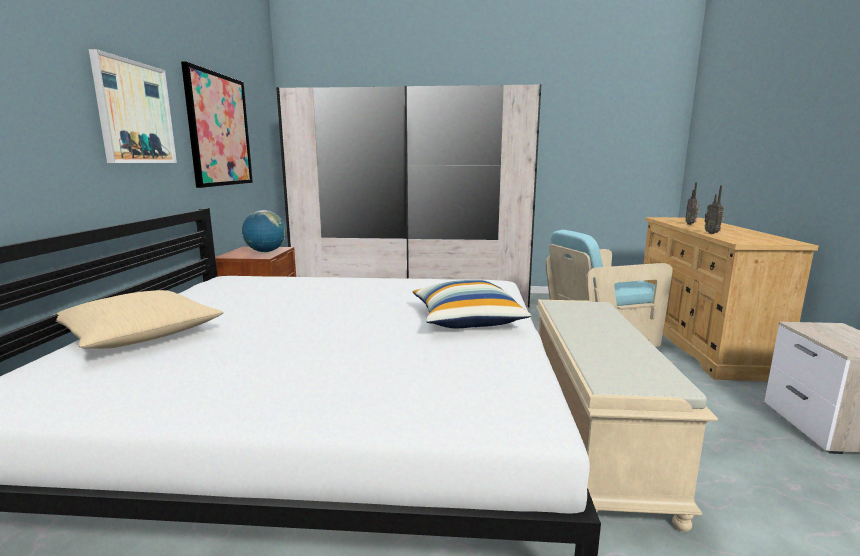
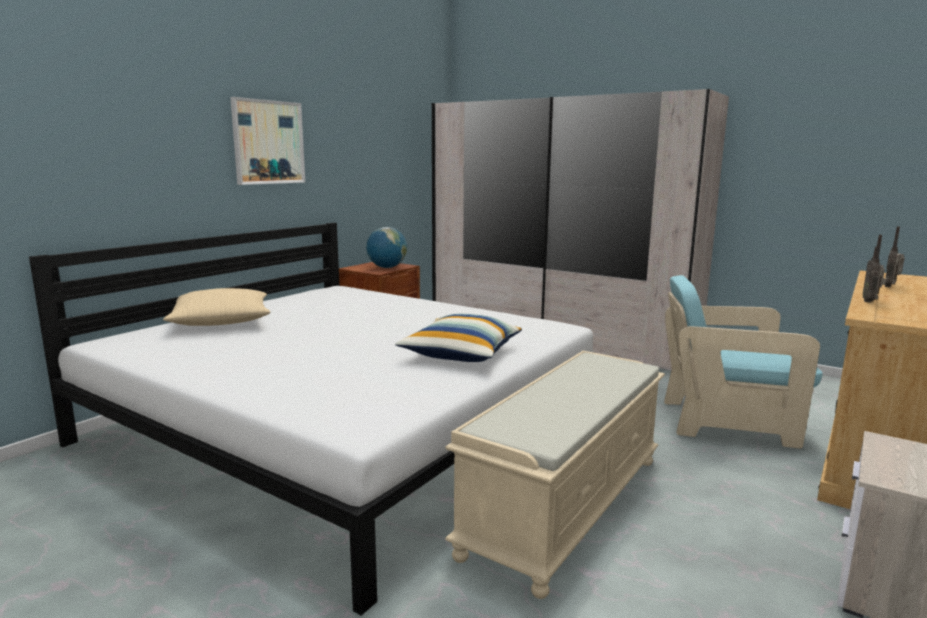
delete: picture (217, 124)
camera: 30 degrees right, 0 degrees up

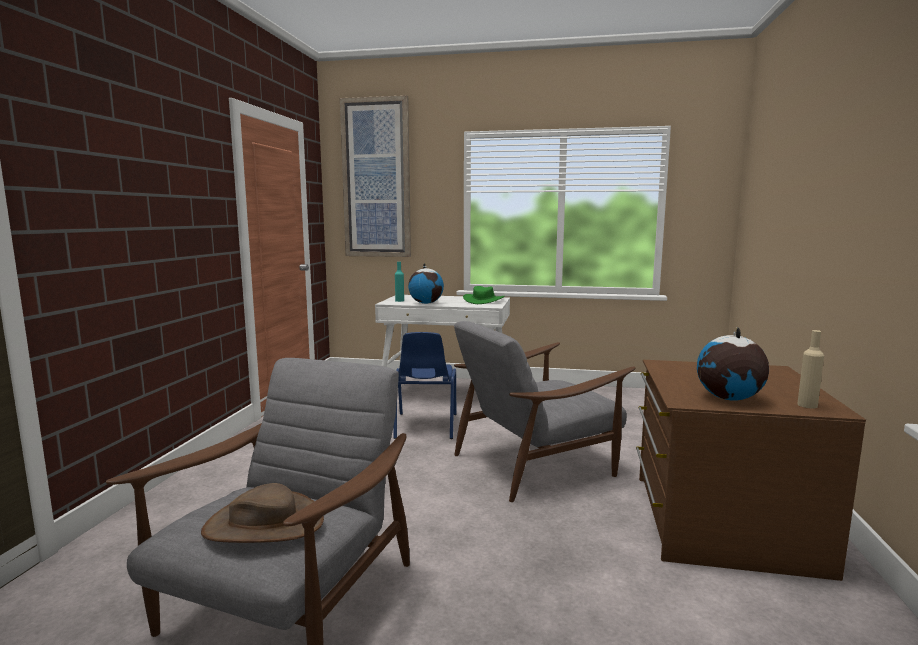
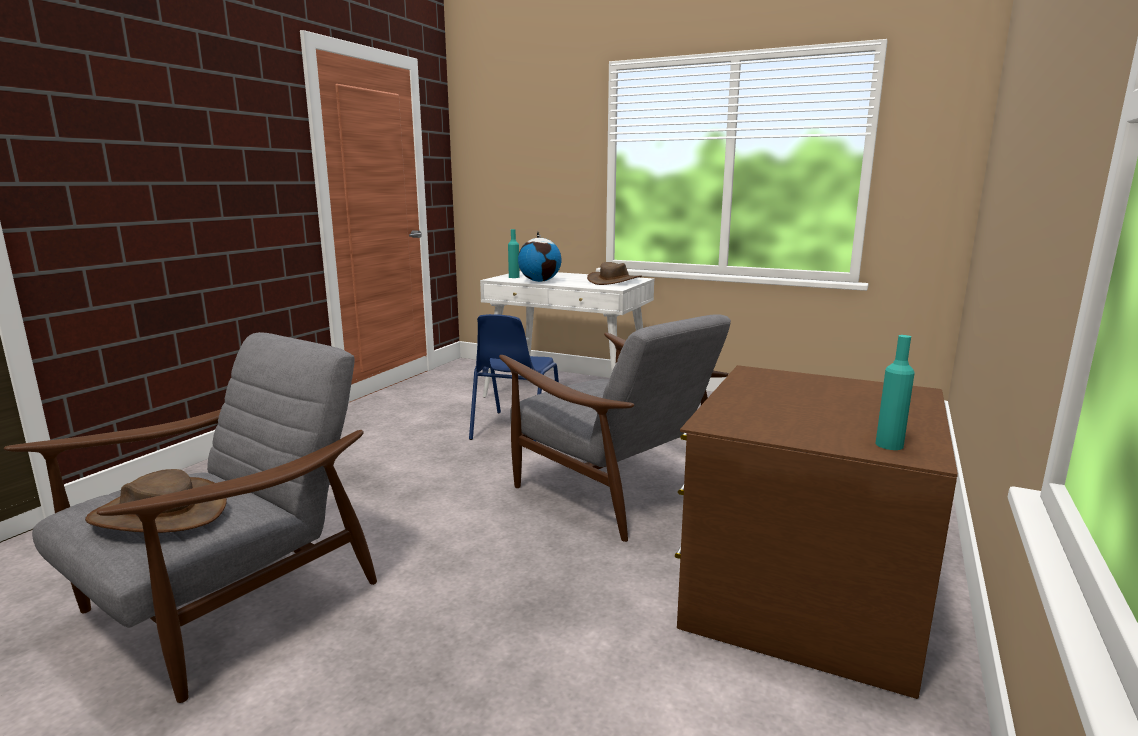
delete: picture (375, 176); globe (733, 364)
recolor: wearable hat (greenish) (484, 295) to wearable hat (brown-coloured) (614, 273); beverage bottle (beige) (810, 369) to beverage bottle (turquoise) (895, 392)
rotate: easy chair (grey) (545, 411) = (615, 428) 120 degrees counterclockwise
camera: 15 degrees right, 5 degrees up

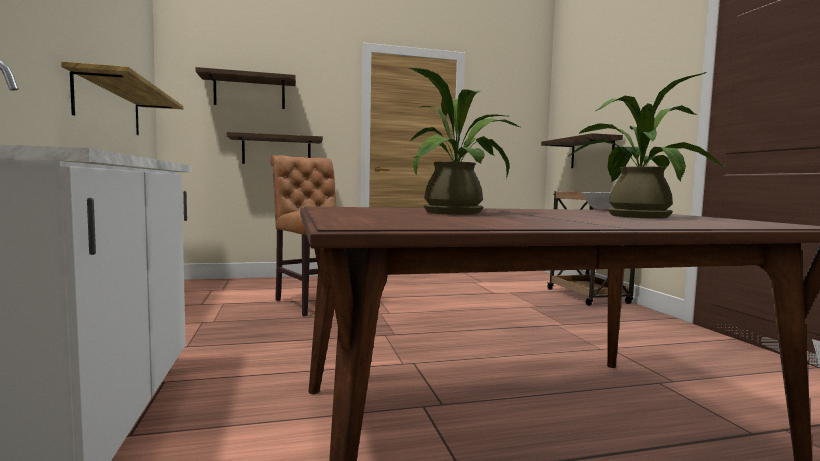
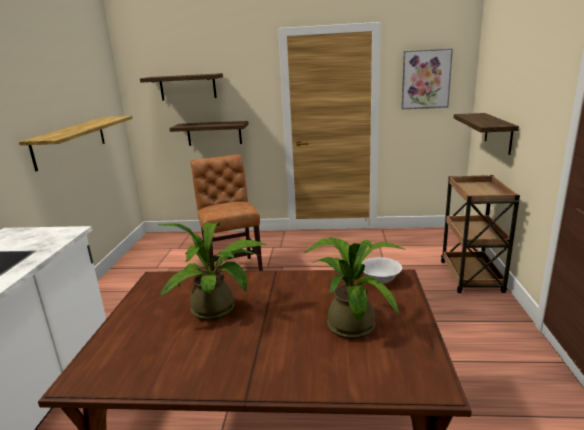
insert: picture (427, 79)
camera: 20 degrees right, 15 degrees up

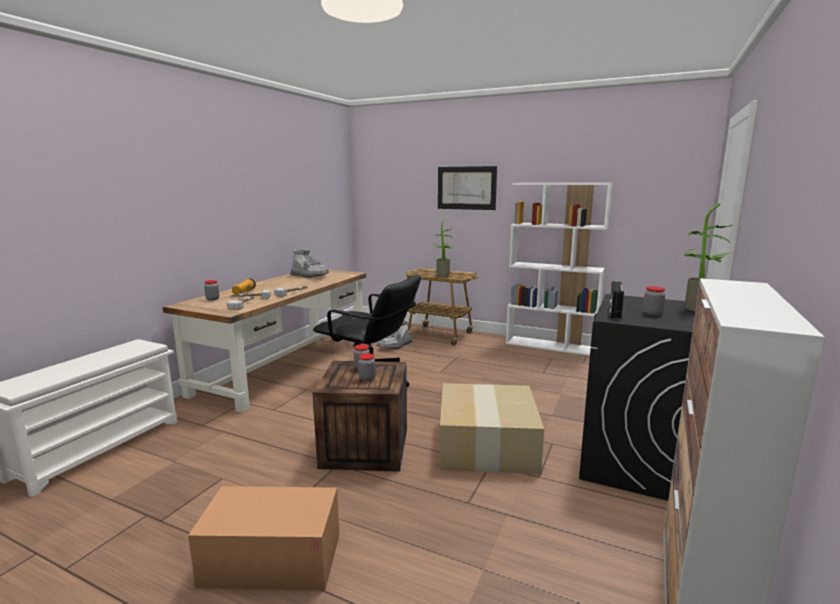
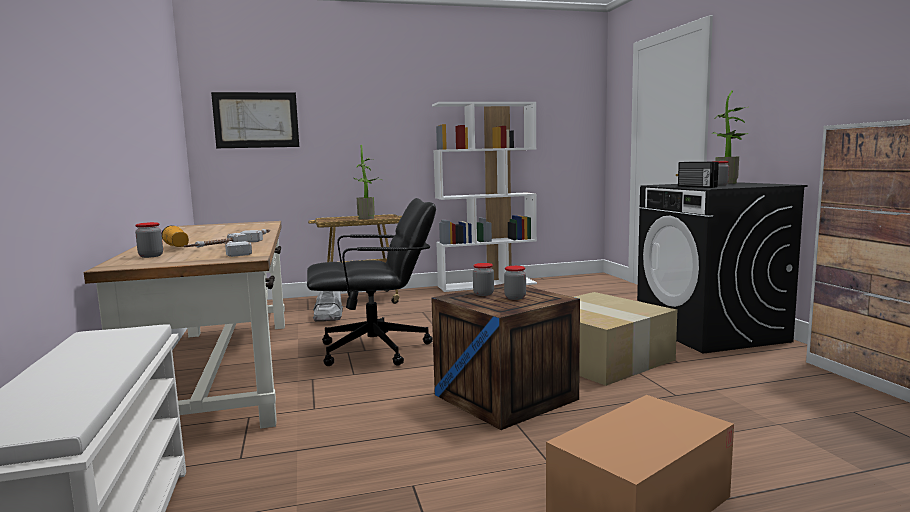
delete: tall boot (grey) (309, 263)
move: picture (467, 188) to (255, 120)
camera: 40 degrees left, 5 degrees down

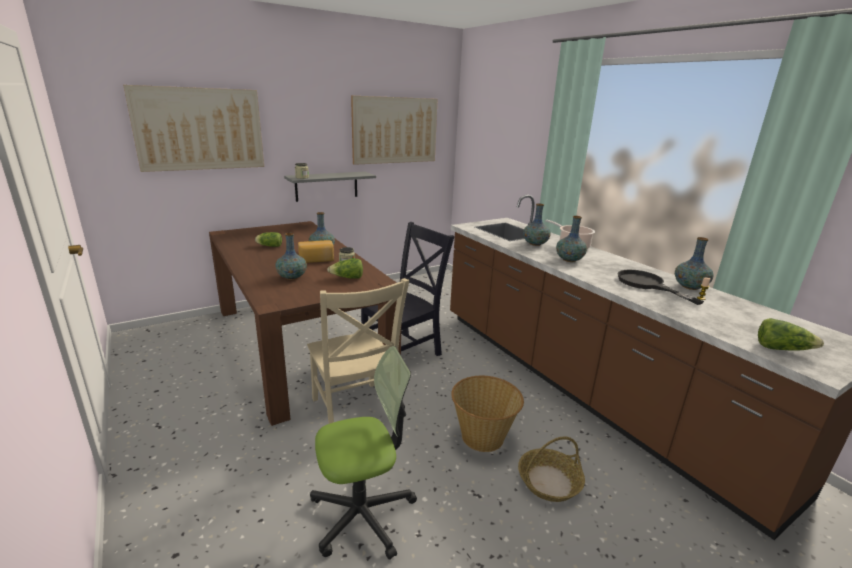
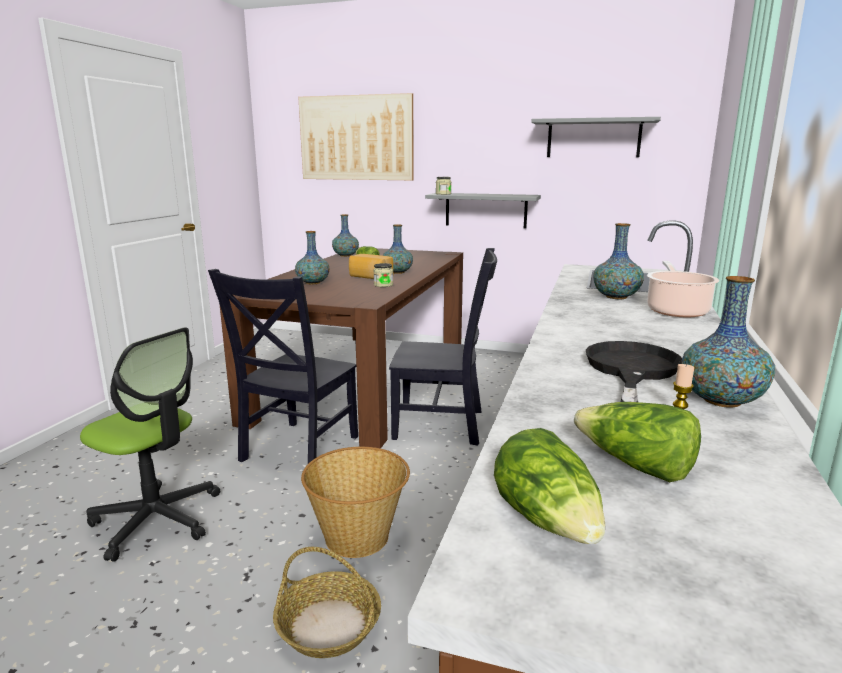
move: decorative vase (571, 239) to (345, 235); head of lettuce (345, 269) to (637, 442)
replace: picture (394, 130) to shelf (grey) (596, 137)
recolor: chair (beige) (358, 351) to chair (black) (283, 366)
camera: 50 degrees right, 5 degrees down

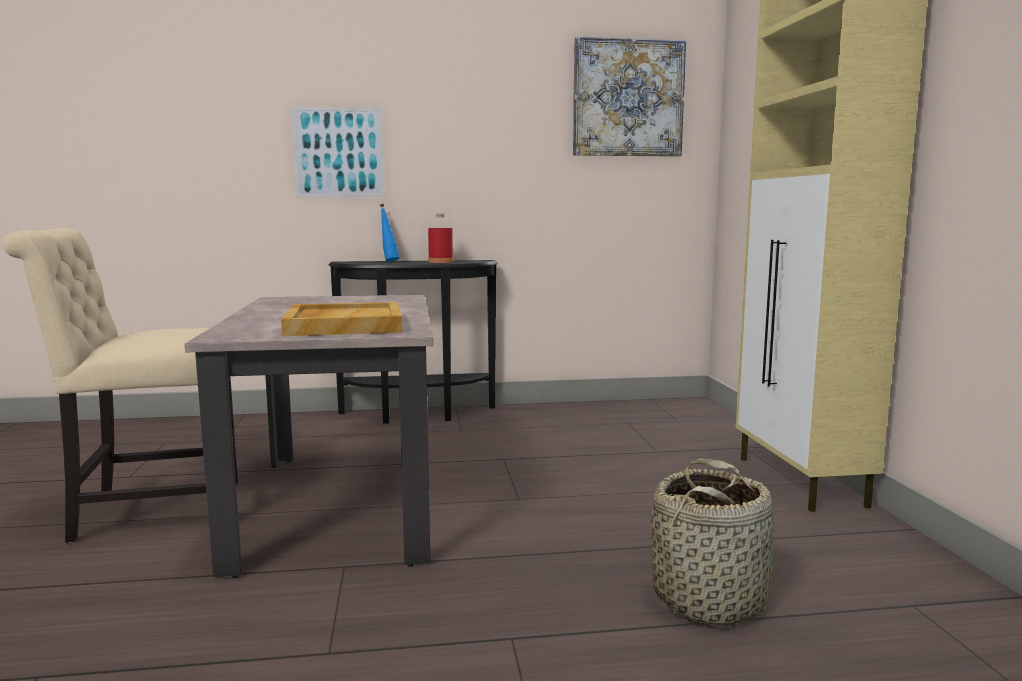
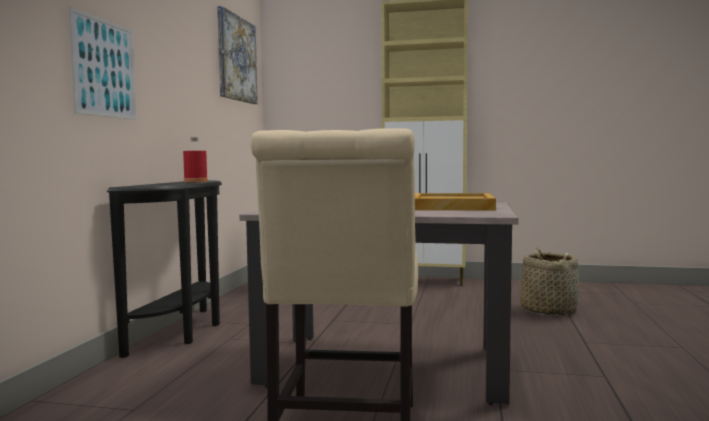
delete: beverage bottle (blue) (389, 233)
camera: 70 degrees left, 5 degrees down

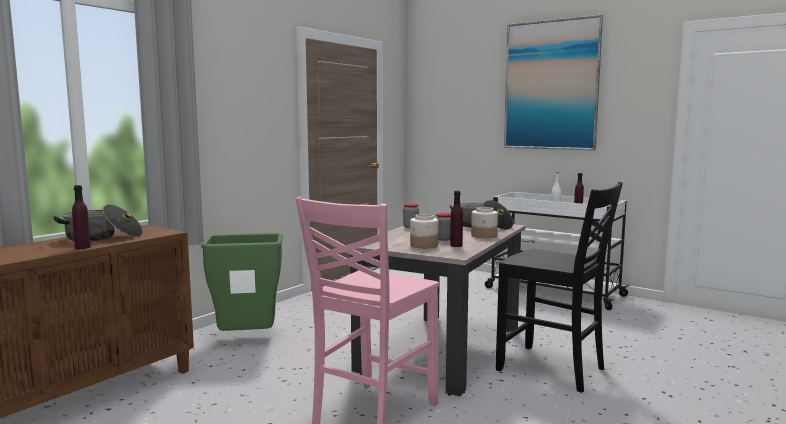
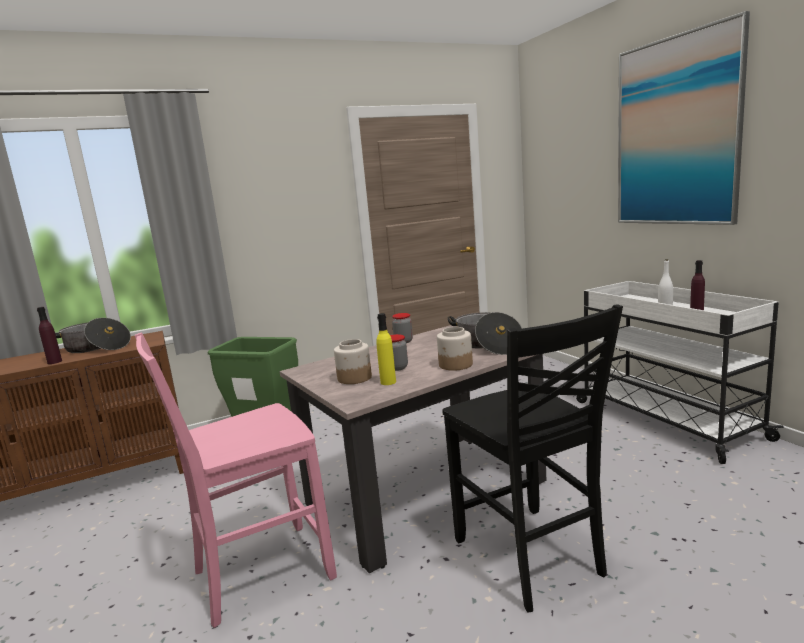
recolor: beverage bottle (purplish) (456, 219) to beverage bottle (yellow) (386, 349)
camera: 30 degrees right, 5 degrees up

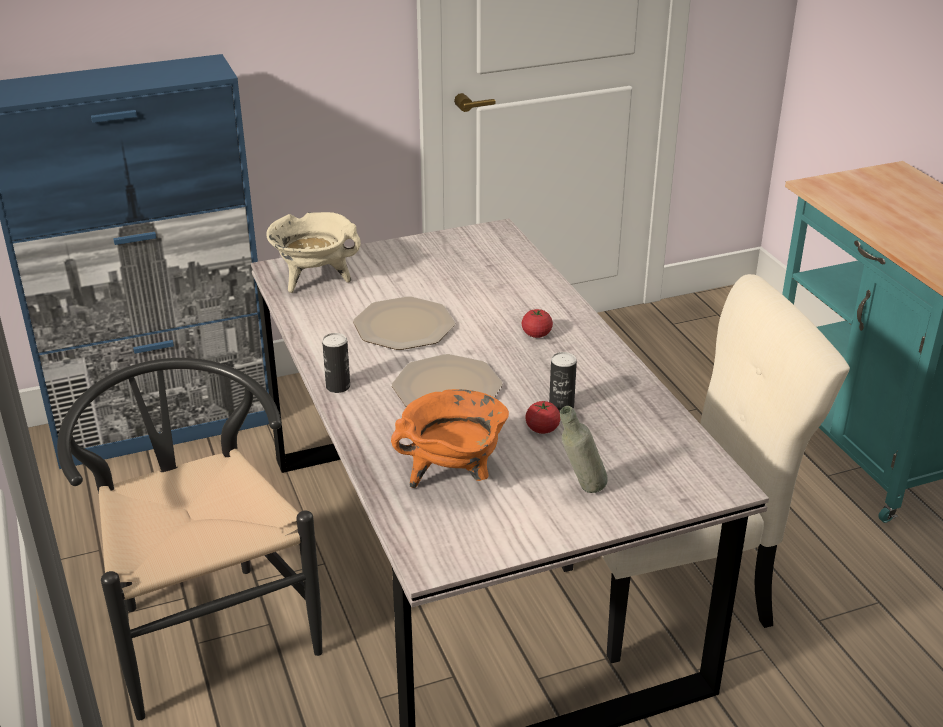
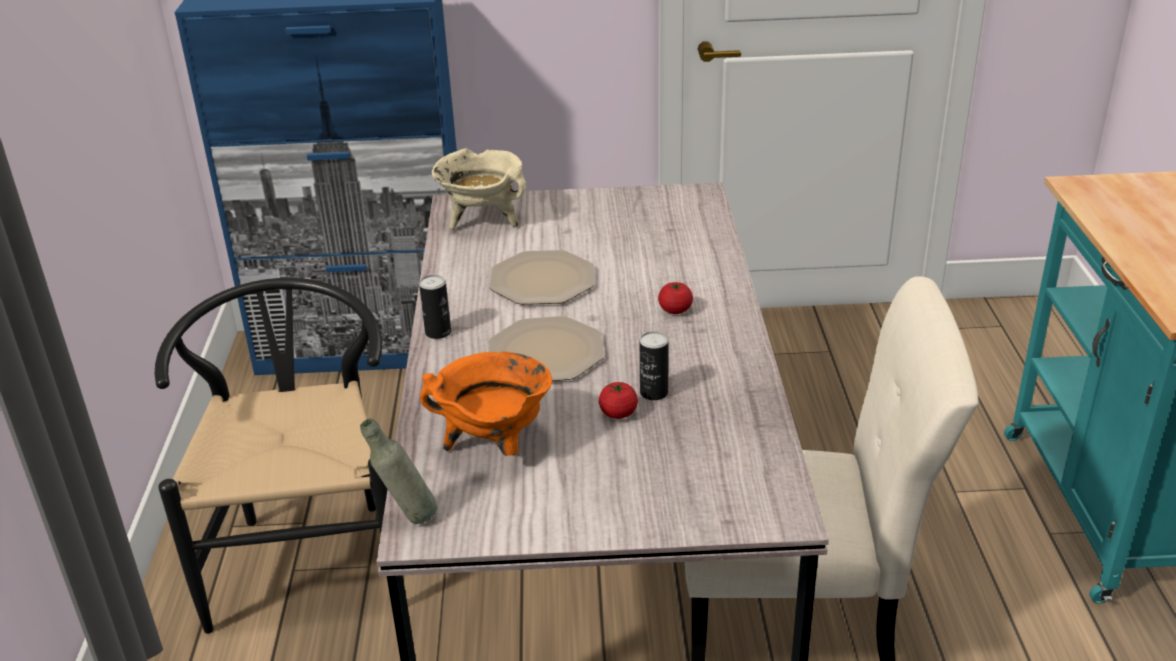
move: beverage bottle (grey) (584, 449) to (398, 471)
camera: 20 degrees right, 0 degrees up

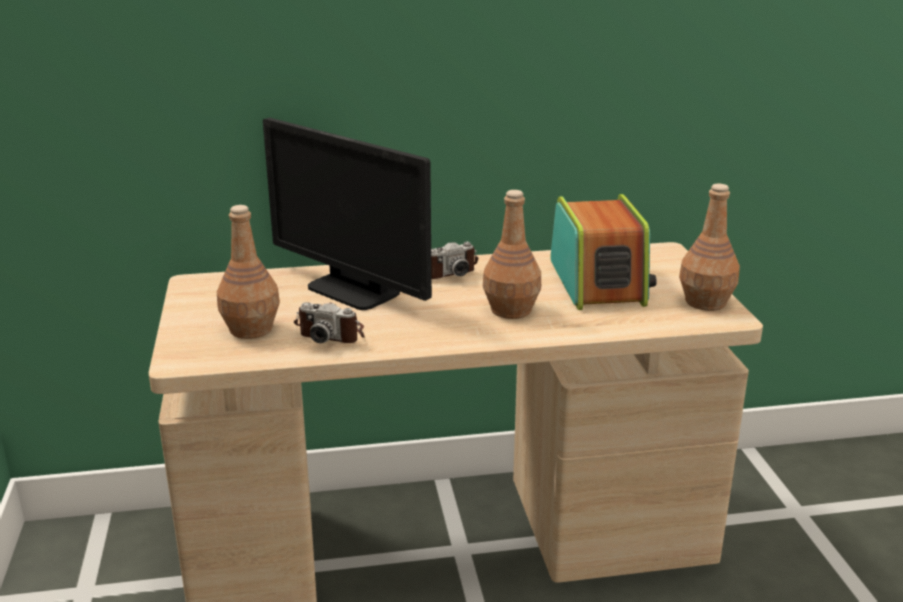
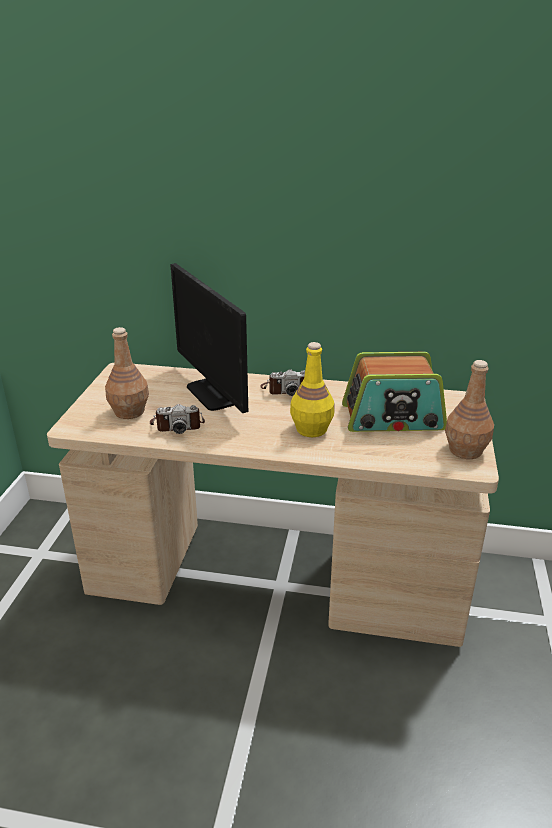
recolor: beverage bottle (brown-coloured) (512, 254) to beverage bottle (yellow) (312, 389)
rotate: still camera (329, 322) = (177, 419) 45 degrees counterclockwise; radio receiver (603, 252) = (394, 392) 75 degrees clockwise
camera: 20 degrees right, 5 degrees up

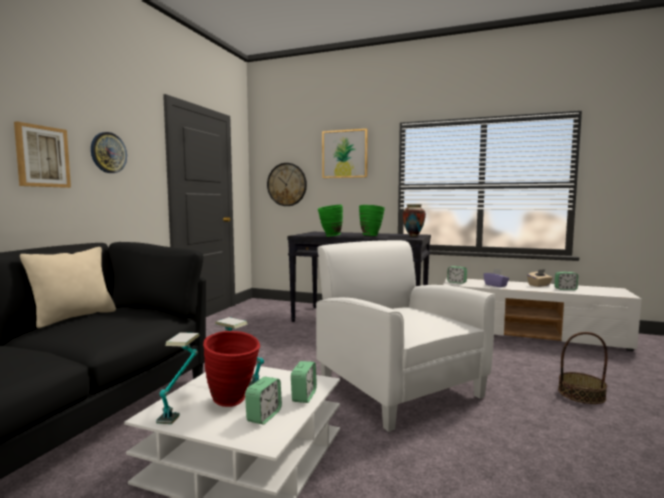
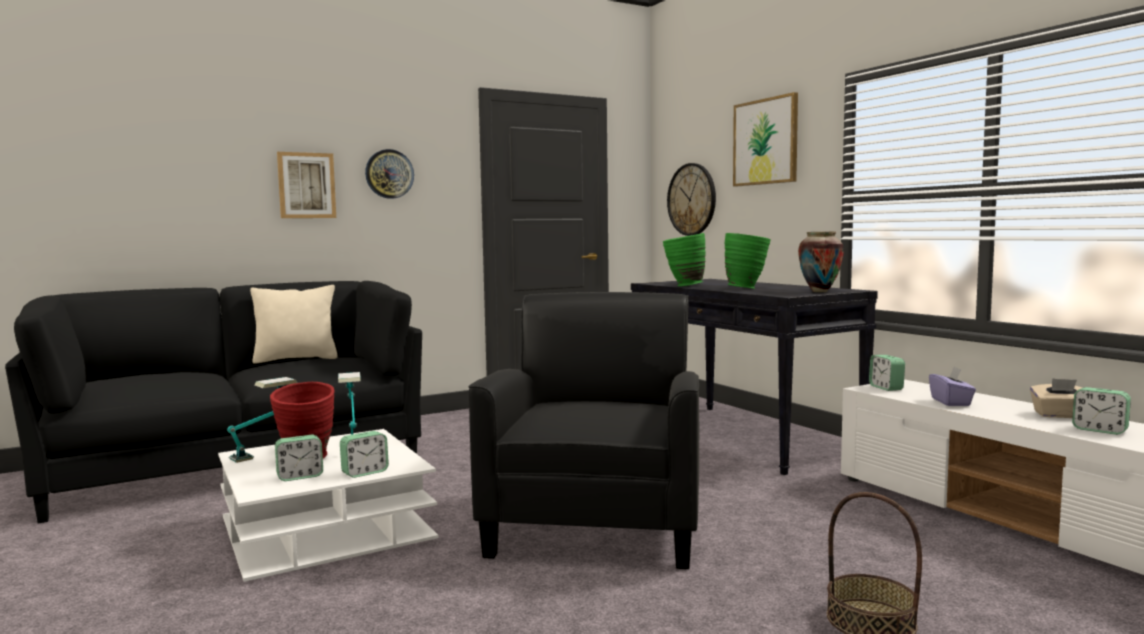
recolor: easy chair (white) (405, 336) to easy chair (black) (583, 430)
camera: 40 degrees right, 0 degrees up

